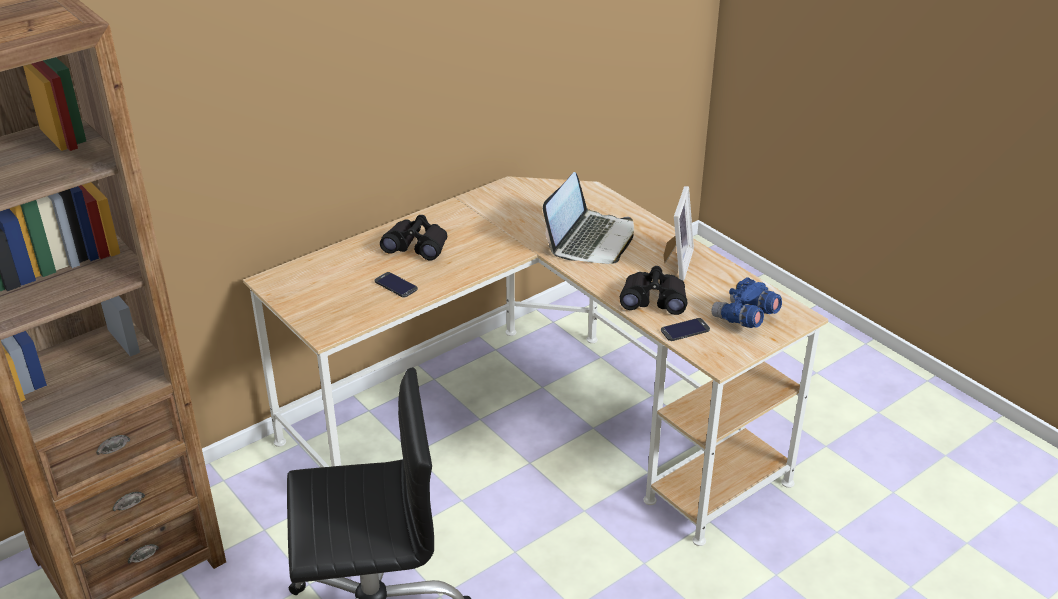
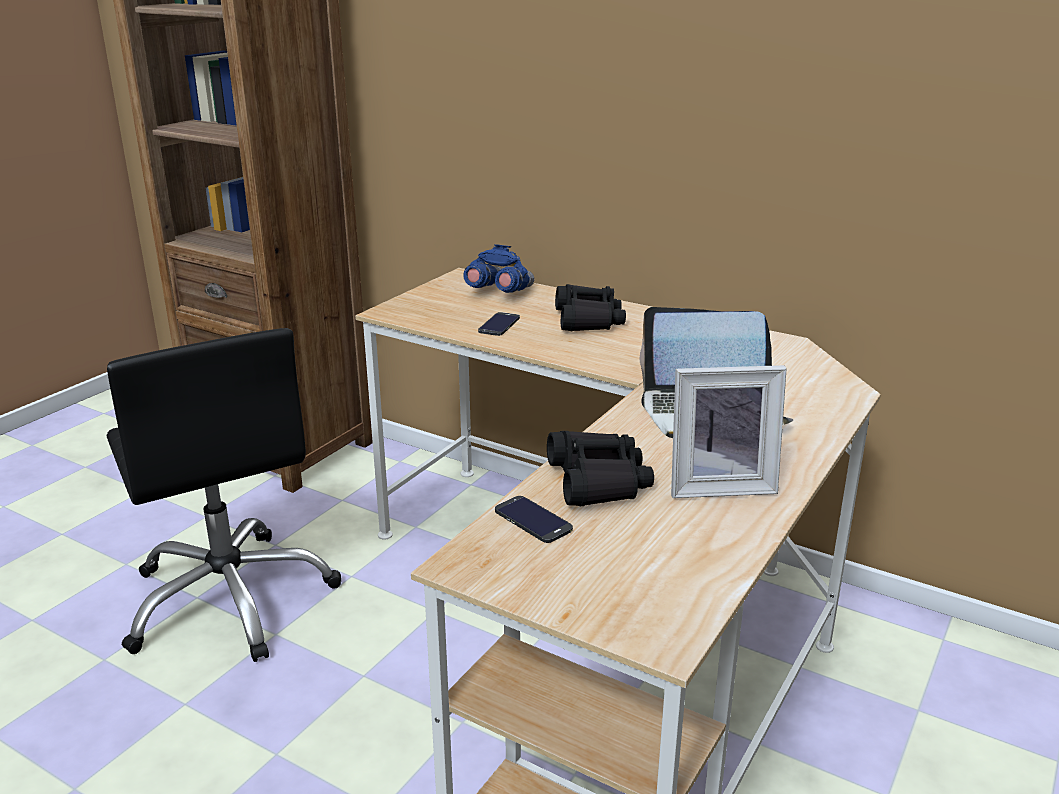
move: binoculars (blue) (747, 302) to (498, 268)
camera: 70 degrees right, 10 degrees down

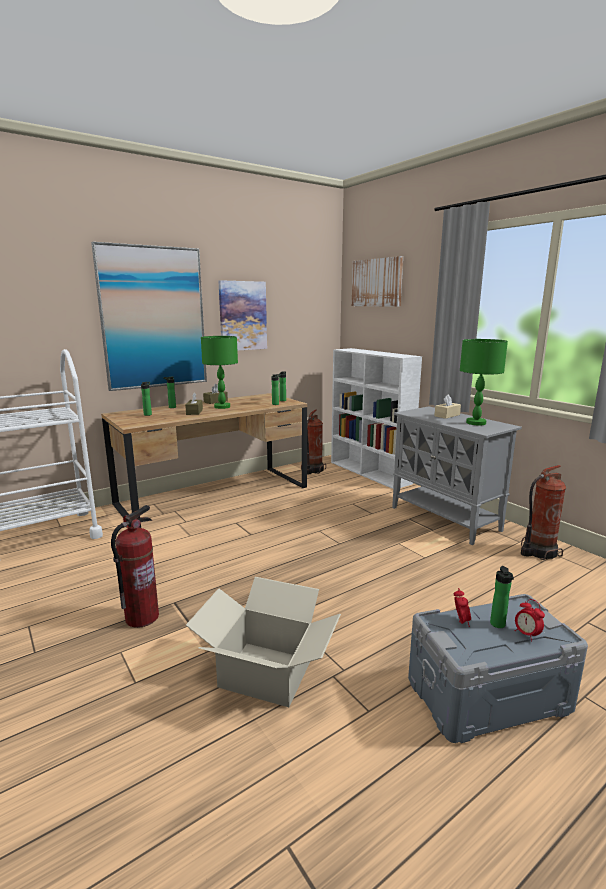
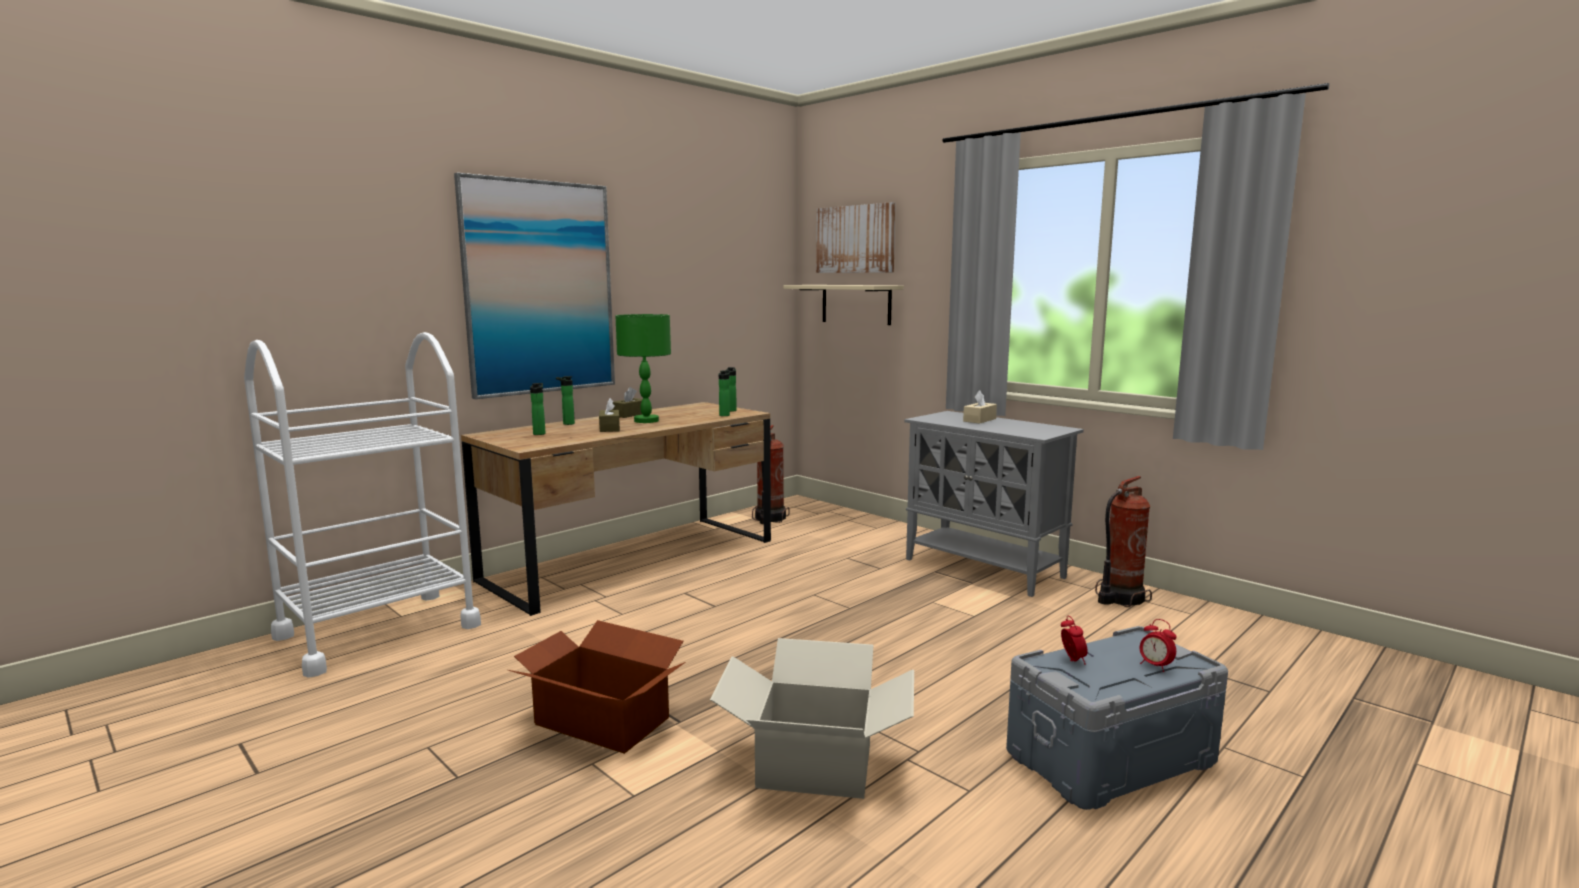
delete: picture (242, 315); bookcase (white) (376, 418); tabletop lamp (greenish) (484, 382); beverage bottle (502, 597)
insert: shelf (beige) (843, 305)
replace: fire extinguisher (135, 566) to cardboard box (597, 687)
camera: 10 degrees left, 5 degrees down

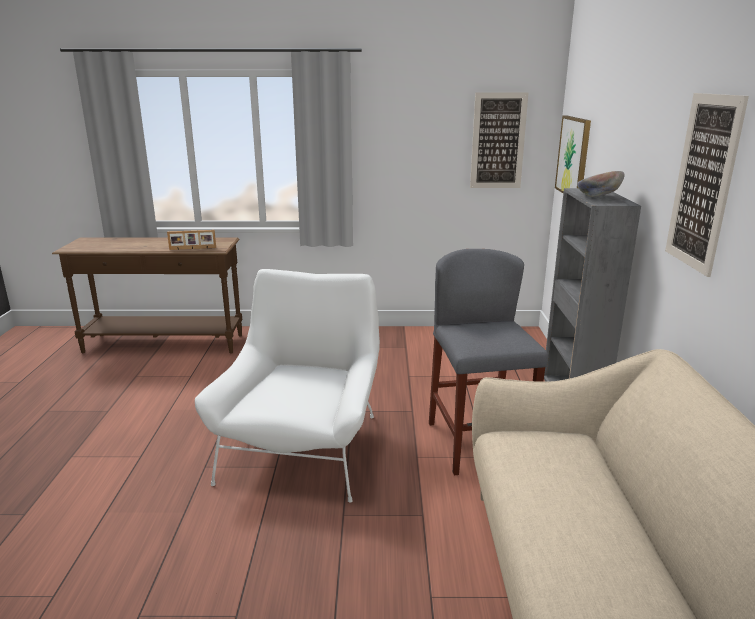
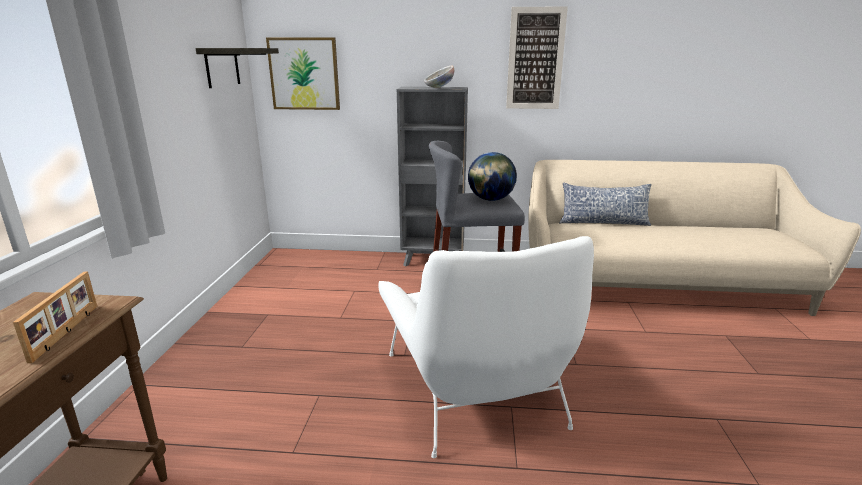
insert: globe (492, 176); cushion (605, 204)
replace: picture (499, 140) to shelf (237, 68)
rotate: easy chair (white) (287, 386) = (486, 347) 120 degrees counterclockwise
camera: 85 degrees left, 0 degrees up

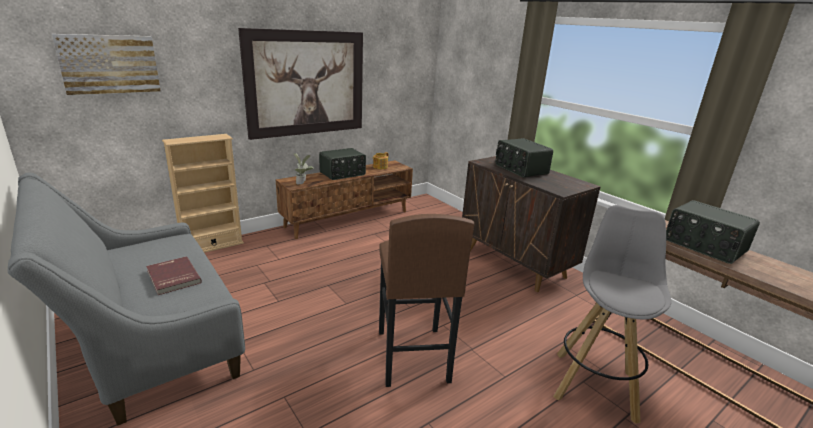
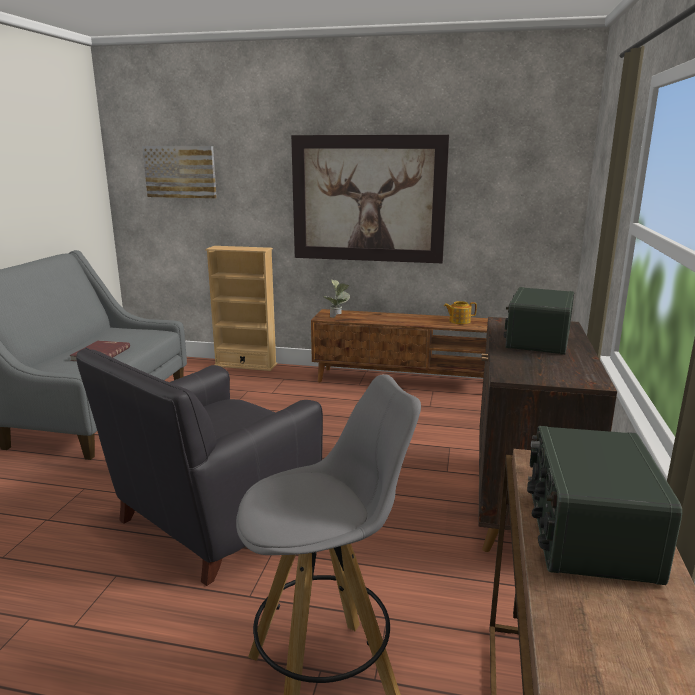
delete: radio receiver (342, 164)
replace: sitting stool (brown-coloured) (426, 300) to easy chair (black) (199, 467)
camera: 50 degrees right, 5 degrees down

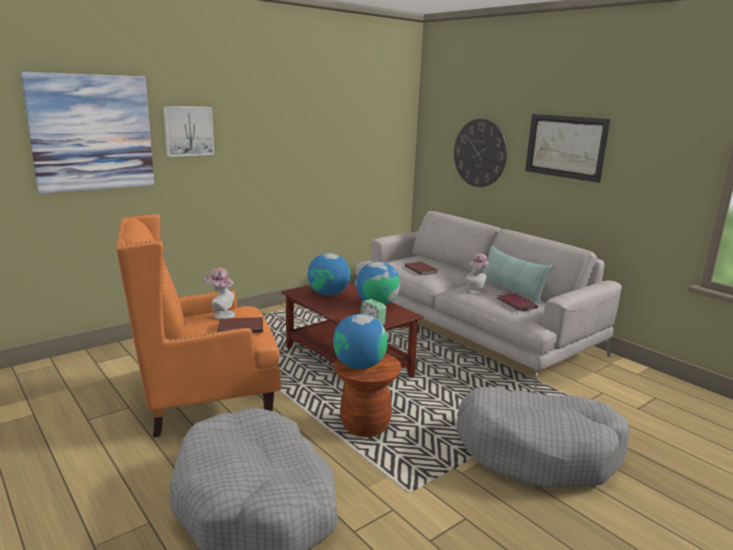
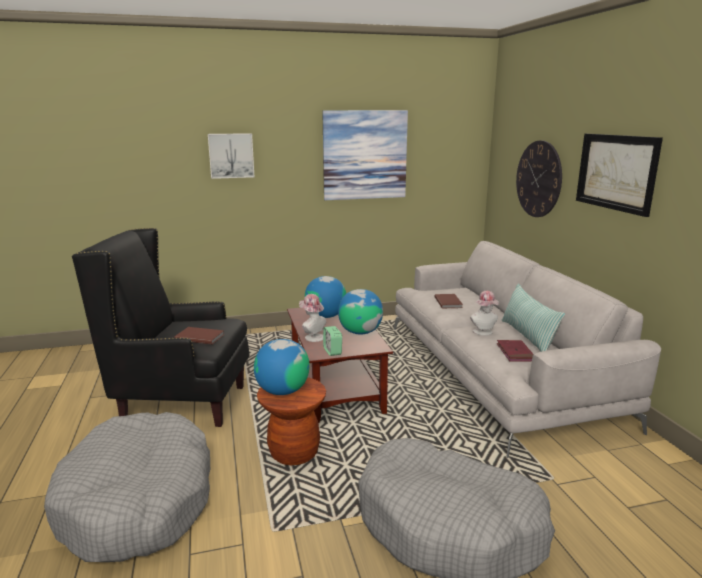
move: wearable hat (219, 293) to (312, 318); picture (87, 133) to (365, 155)
recolor: easy chair (orange) (198, 325) to easy chair (black) (161, 327)
camera: 25 degrees right, 0 degrees up

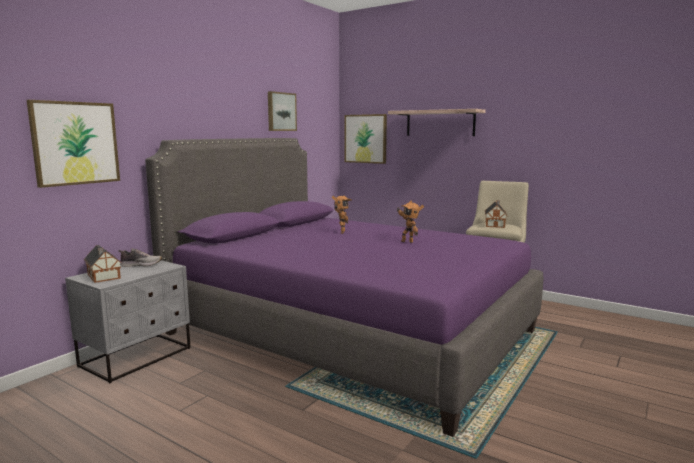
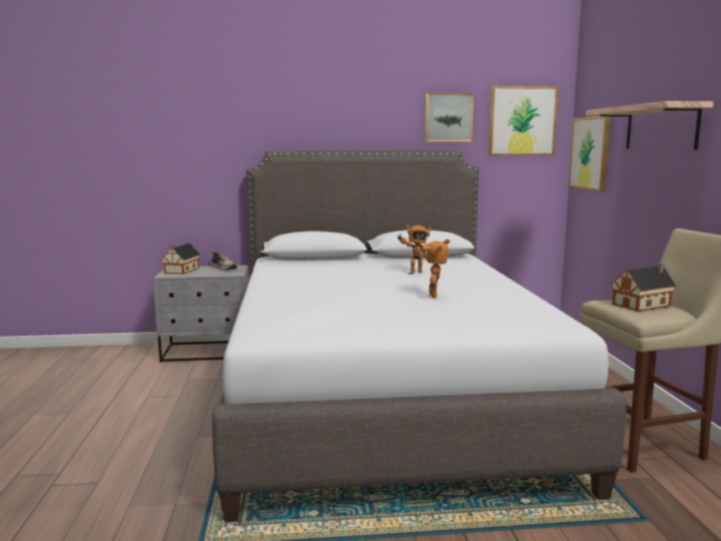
move: picture (73, 144) to (523, 120)
recolor: bed (purplish) (344, 287) to bed (grey) (419, 336)
camera: 50 degrees right, 0 degrees up

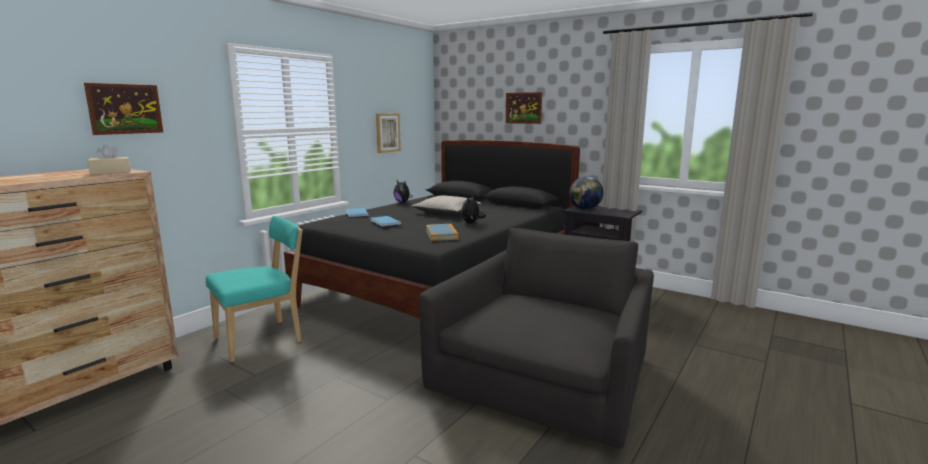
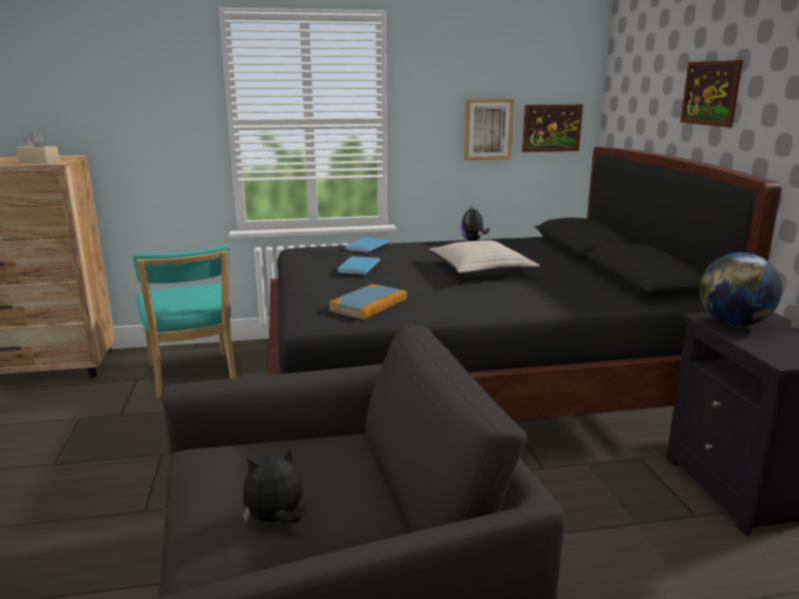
move: cuddly toy (473, 209) to (272, 484); picture (123, 109) to (552, 128)
rotate: chair (turquoise) (254, 289) = (185, 321) 60 degrees clockwise
camera: 45 degrees right, 5 degrees up

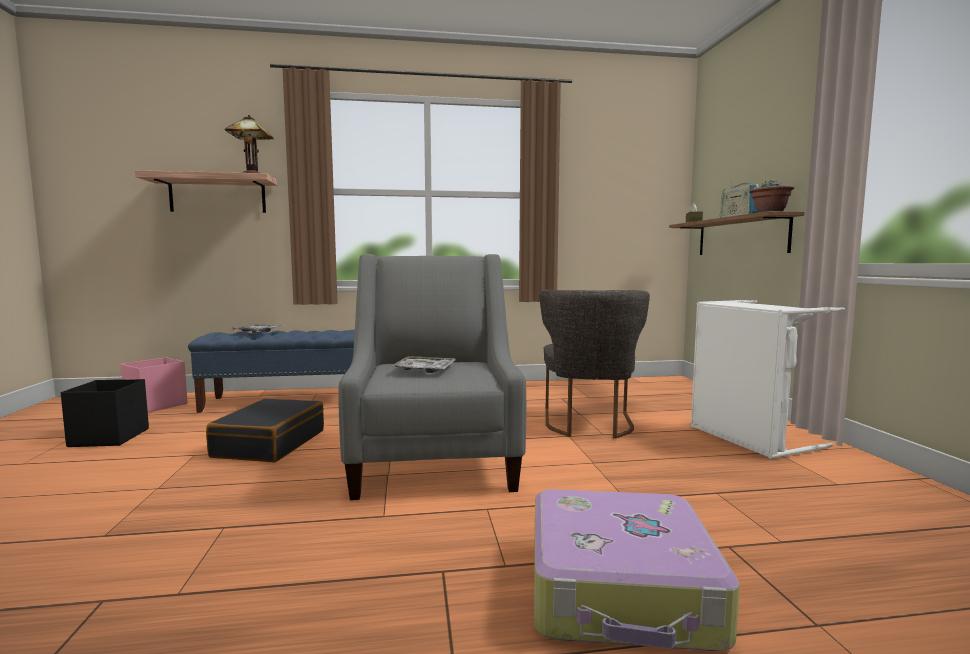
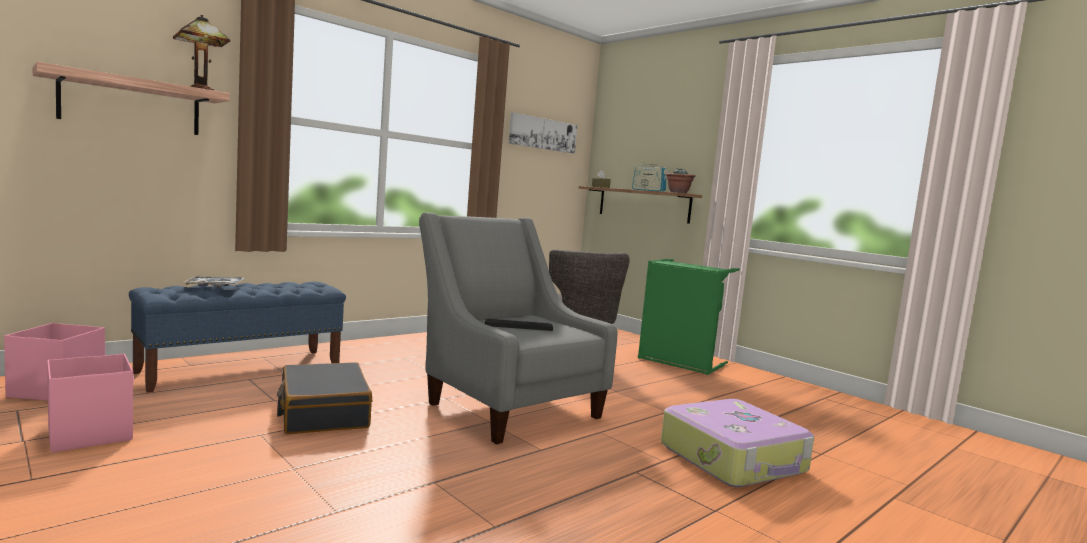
insert: picture (543, 133)
replace: serving tray (423, 364) to computer keyboard (519, 325)
recolor: storage bin (black) (105, 413) to storage bin (pinkish) (90, 403); laundry basket (white) (768, 379) to laundry basket (greenish) (689, 317)
camera: 35 degrees left, 0 degrees up

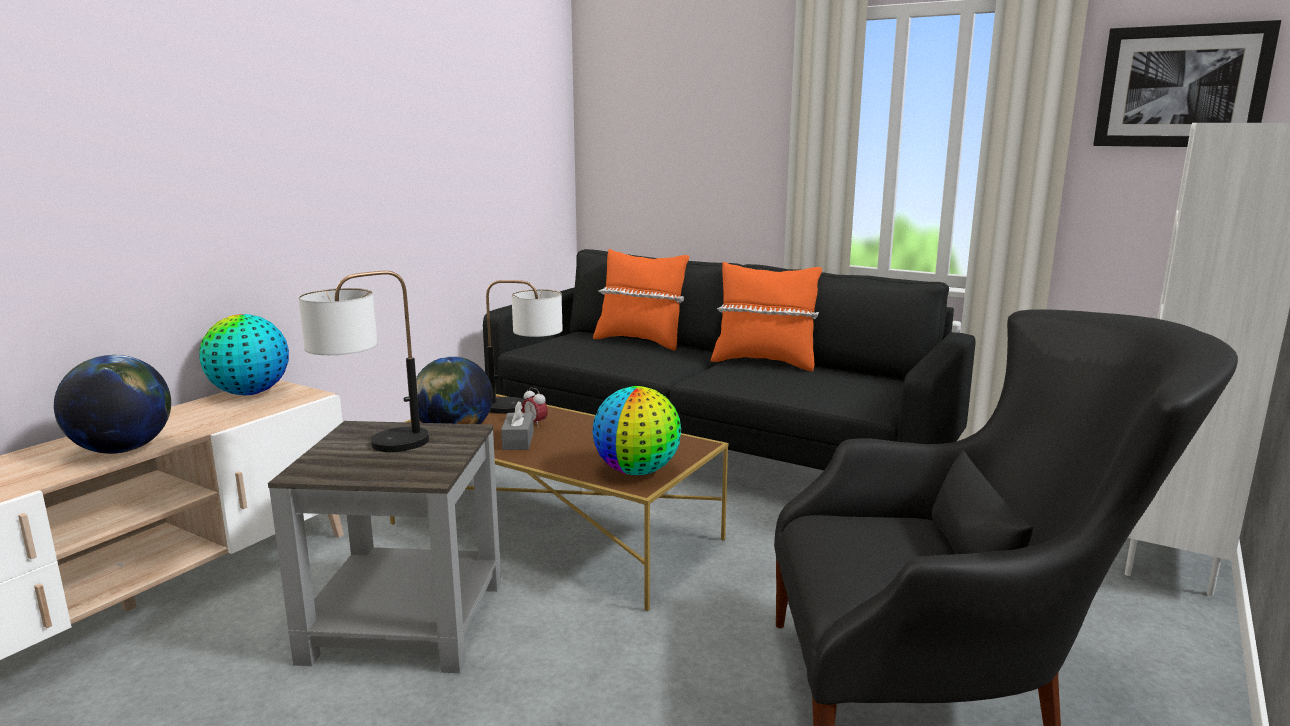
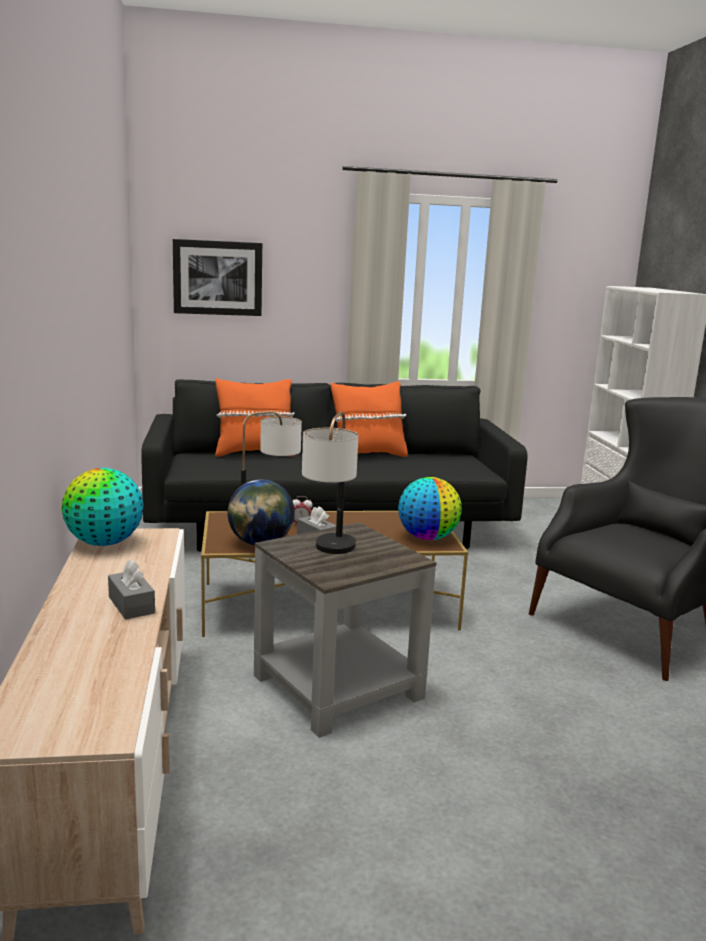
move: picture (1187, 83) to (217, 277)
replace: globe (112, 404) to tissue holder (grey) (131, 590)
camera: 40 degrees left, 0 degrees up

